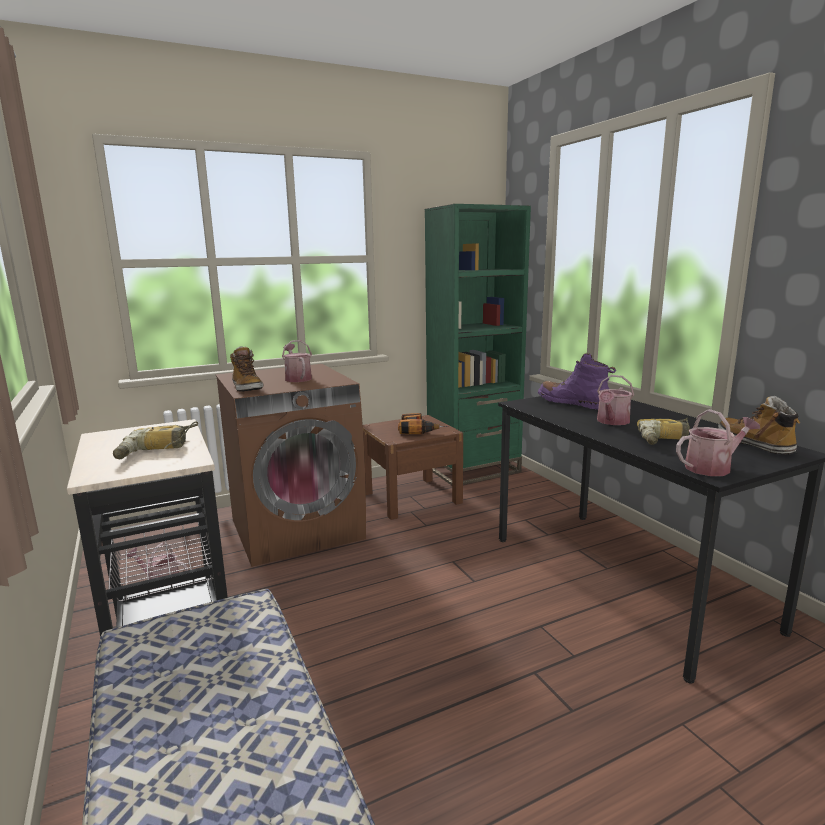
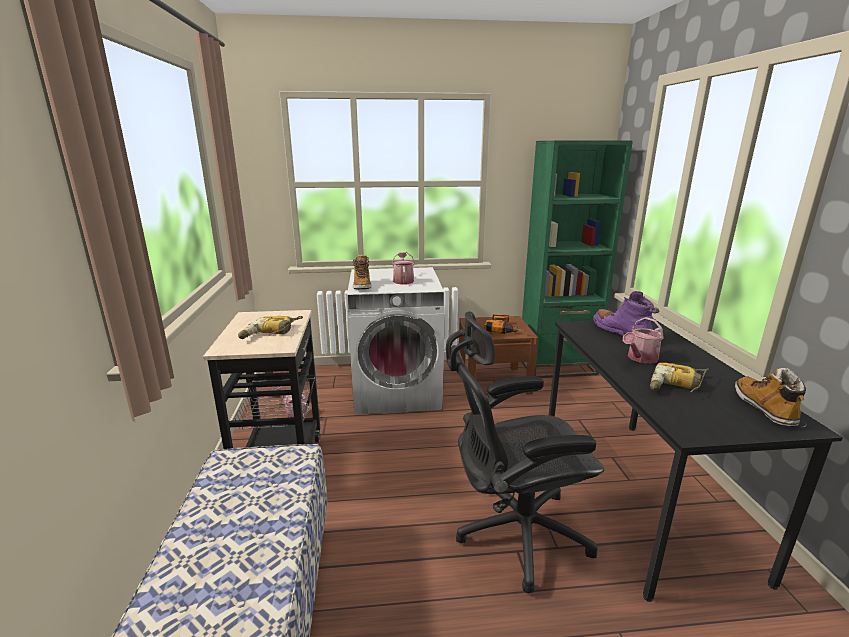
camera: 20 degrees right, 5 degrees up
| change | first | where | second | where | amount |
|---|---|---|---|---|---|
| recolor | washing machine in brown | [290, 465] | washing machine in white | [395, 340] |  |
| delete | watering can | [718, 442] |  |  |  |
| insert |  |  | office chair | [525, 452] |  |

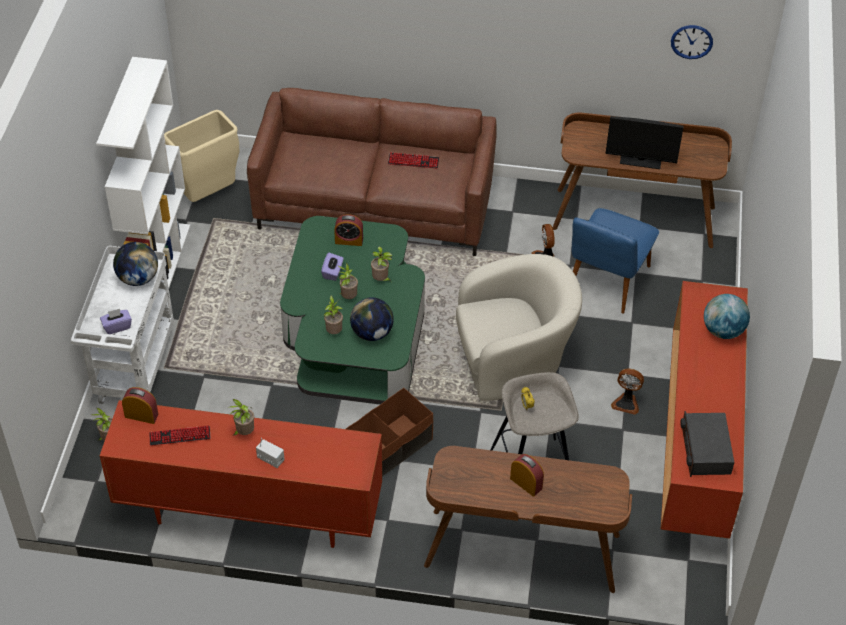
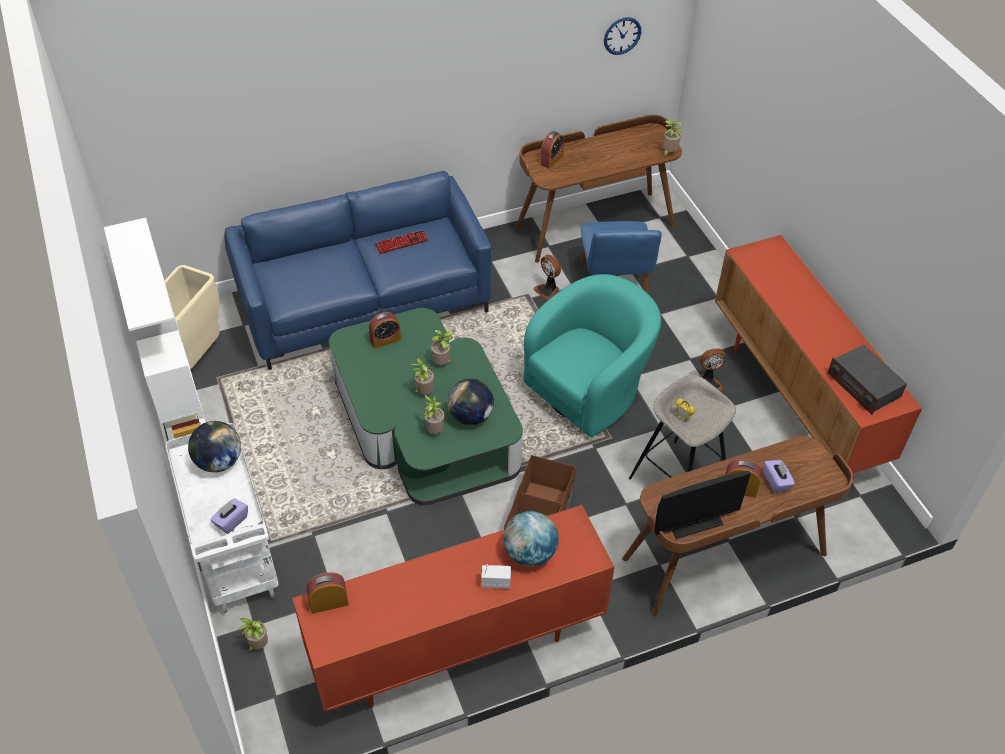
camera: 30 degrees left, 0 degrees up
| change | first | where | second | where | amount |
|---|---|---|---|---|---|
| delete | keyboard | [179, 436] |  |  |  |
| move | potted plant | [241, 417] |  | [673, 138] |  |
| recolor | sofa in brown | [372, 172] | sofa in blue | [358, 270] |  |
| move | tissue box in purple | [332, 267] |  | [779, 476] |  |
| recolor | armchair in beige | [519, 327] | armchair in turquoise | [592, 355] |  |
| move | monitor | [644, 142] |  | [703, 505] |  |
| move | globe | [727, 316] |  | [531, 539] |  |
| insert |  |  | alarm clock | [552, 150] |  |

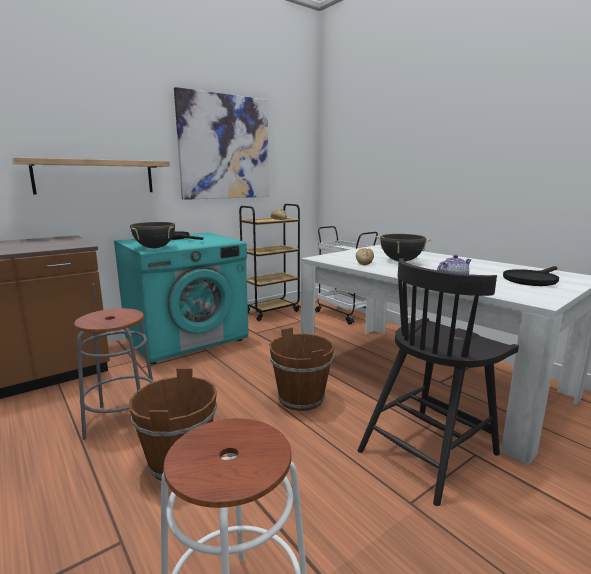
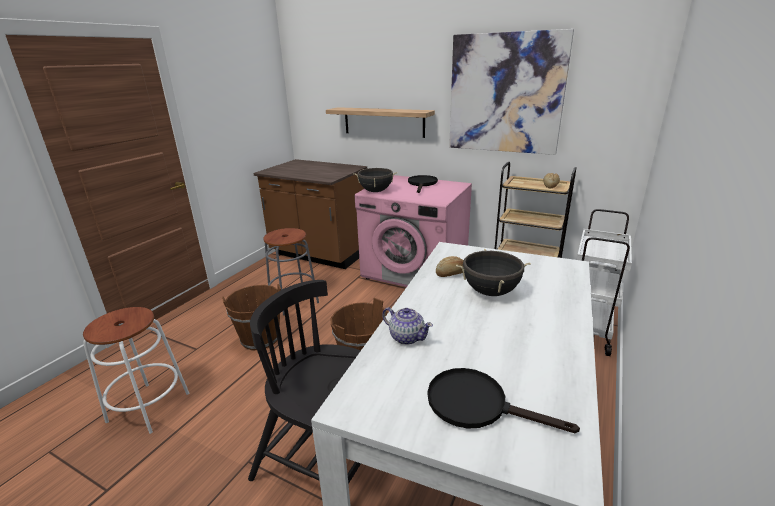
camera: 65 degrees right, 10 degrees up
| change | first | where | second | where | amount |
|---|---|---|---|---|---|
| recolor | washing machine in turquoise | [181, 298] | washing machine in pink | [413, 231] |  |

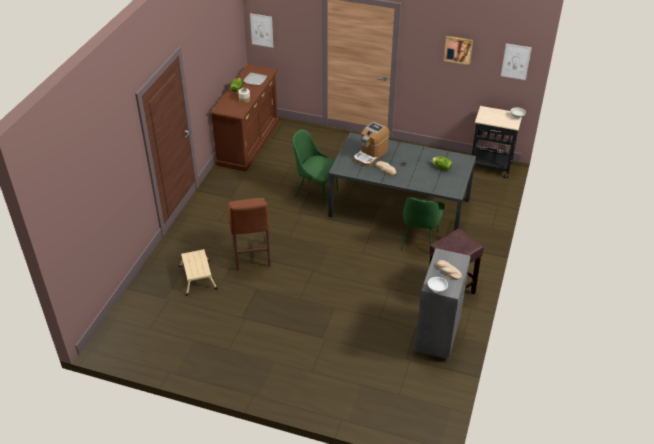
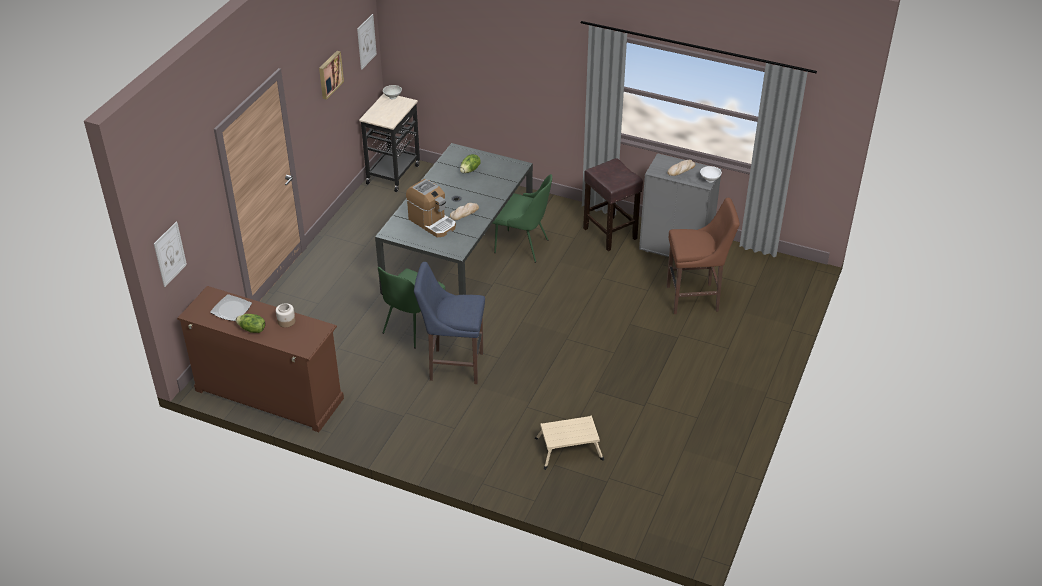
camera: 85 degrees left, 0 degrees up
| change | first | where | second | where | amount |
|---|---|---|---|---|---|
| move | stool in brown | [249, 234] |  | [703, 256] |  |
| insert |  |  | stool in blue | [449, 323] |  |

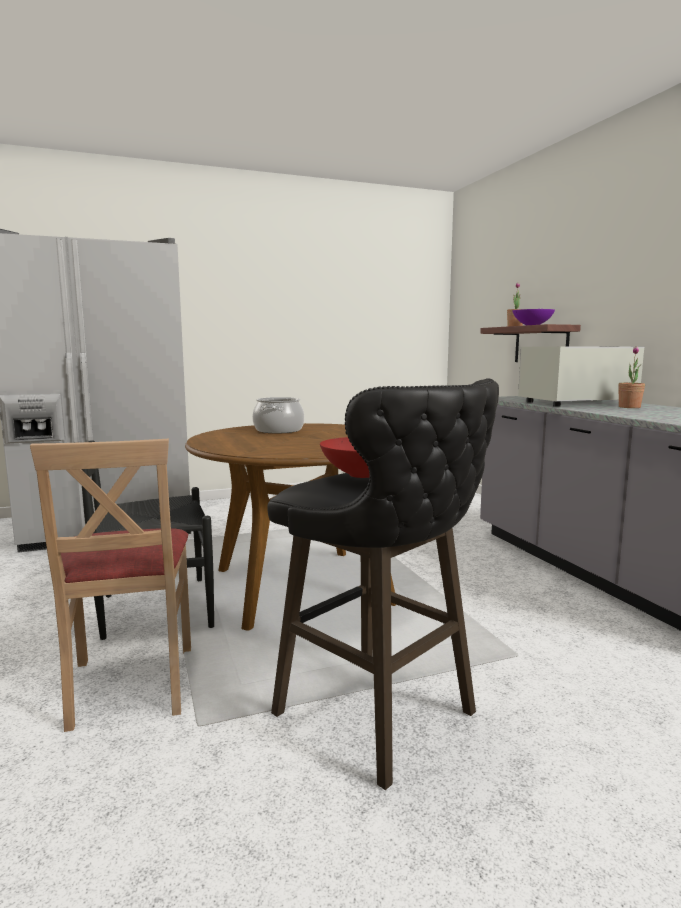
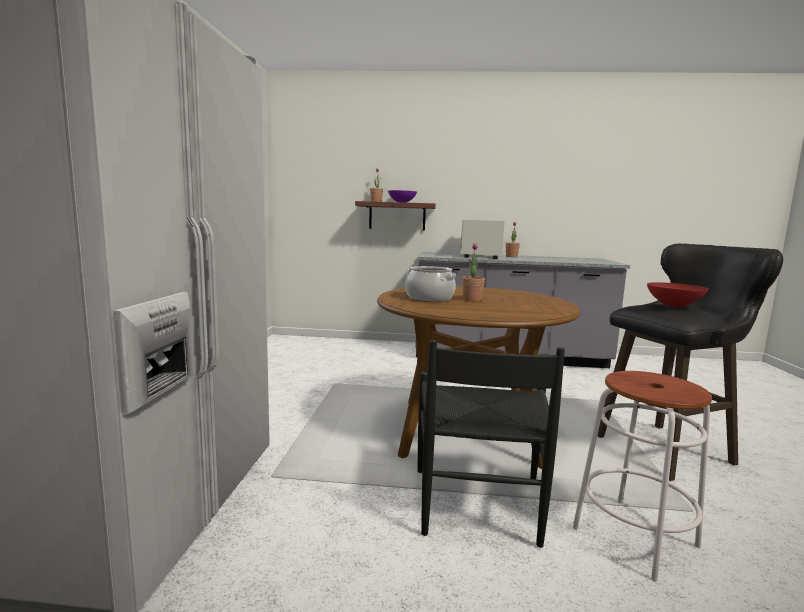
camera: 65 degrees left, 0 degrees up
| change | first | where | second | where | amount |
|---|---|---|---|---|---|
| replace | chair in beige | [110, 585] | stool in white | [642, 476] |  |
| insert |  |  | potted plant | [473, 272] |  |

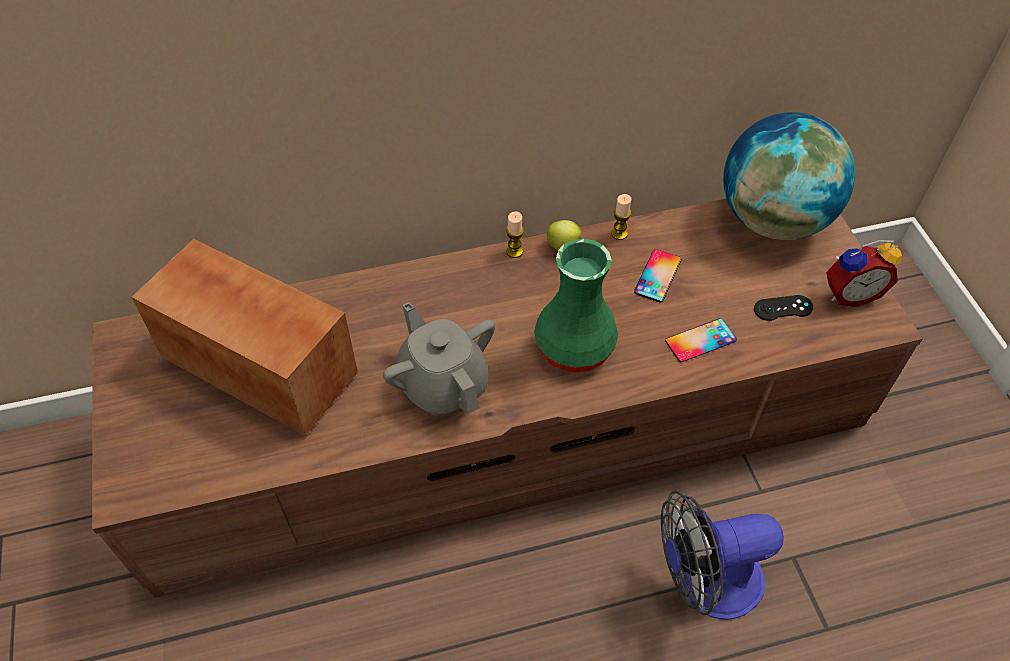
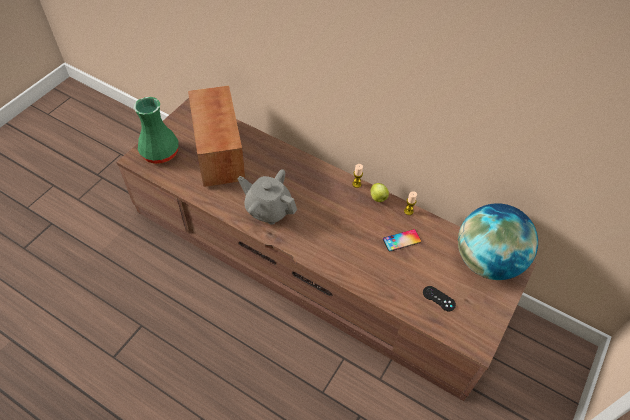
camera: 45 degrees right, 0 degrees up
| change | first | where | second | where | amount |
|---|---|---|---|---|---|
| rotate | teapot in grey | [439, 359] |  | [267, 197] | 75 degrees counterclockwise |
| move | vase in green | [576, 306] |  | [156, 130] |  |
| delete | fan | [722, 555] |  |  |  |
| delete | phone | [701, 340] |  |  |  |
| delete | alarm clock | [864, 273] |  |  |  |

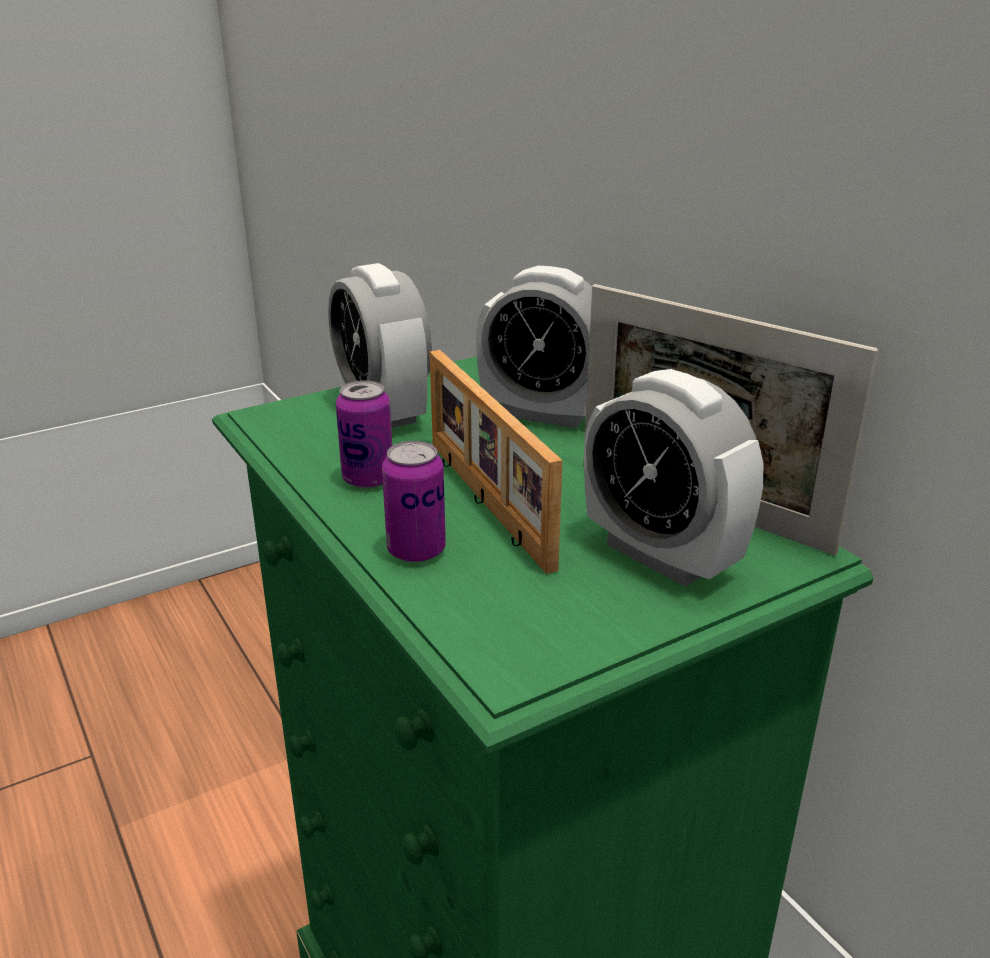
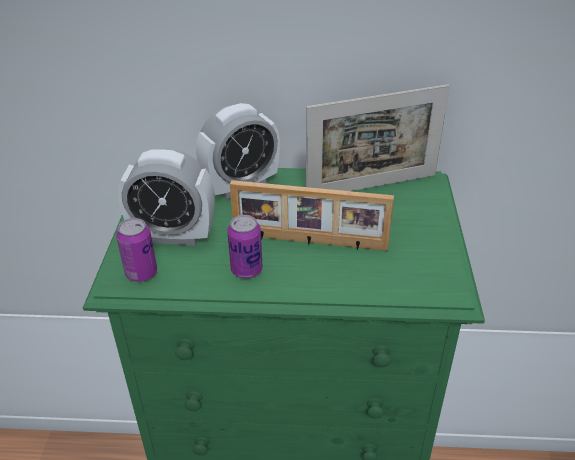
camera: 55 degrees left, 10 degrees up
| change | first | where | second | where | amount |
|---|---|---|---|---|---|
| move | can | [414, 502] |  | [136, 250] |  |
| delete | alarm clock | [673, 478] |  |  |  |

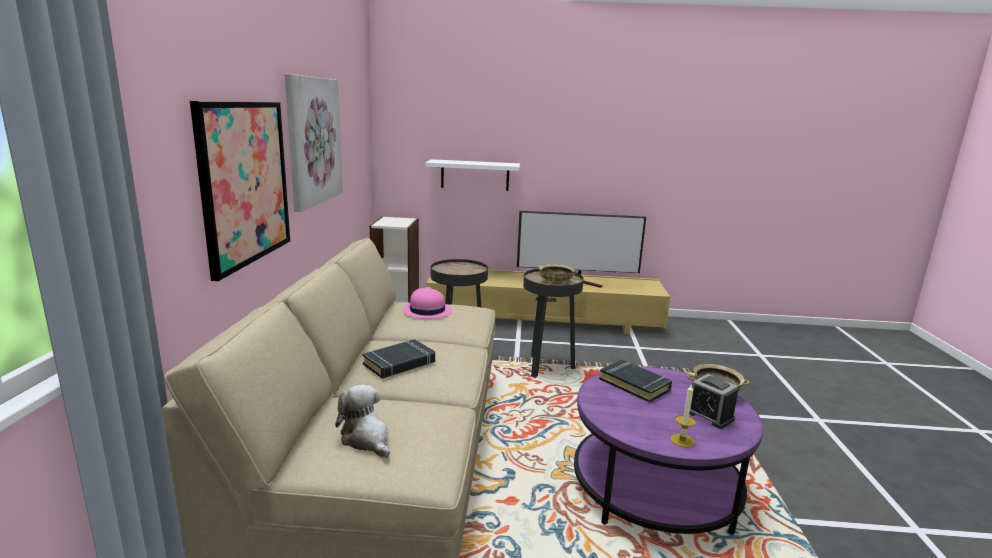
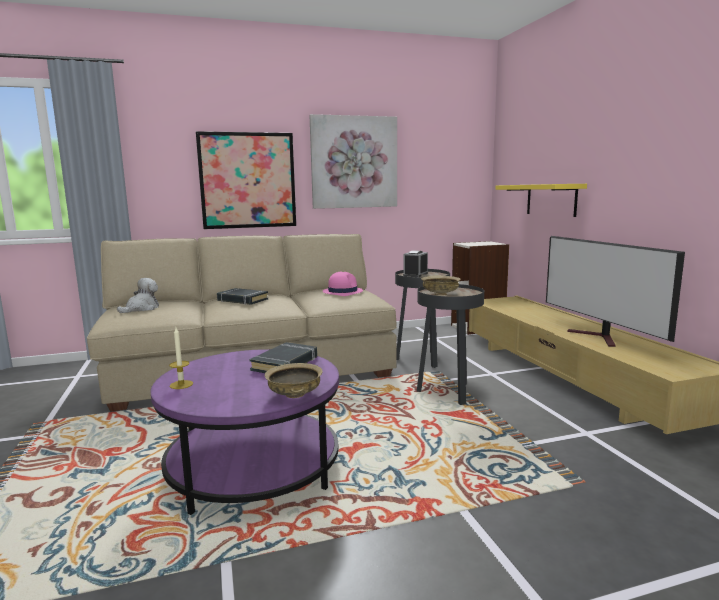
camera: 70 degrees right, 5 degrees down
| change | first | where | second | where | amount |
|---|---|---|---|---|---|
| recolor | shelf in white | [472, 175] | shelf in yellow | [541, 200] |  |
| move | alarm clock | [713, 401] |  | [415, 263] |  |

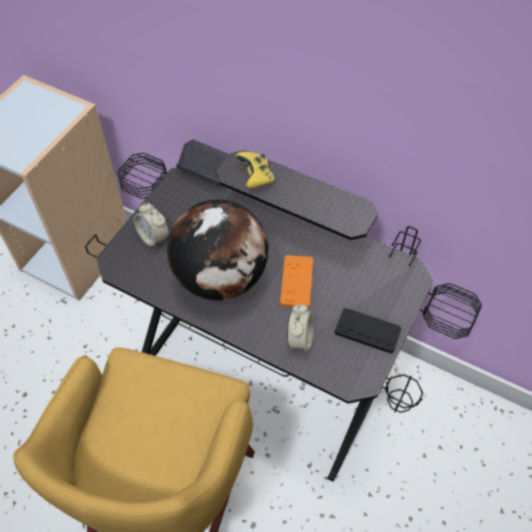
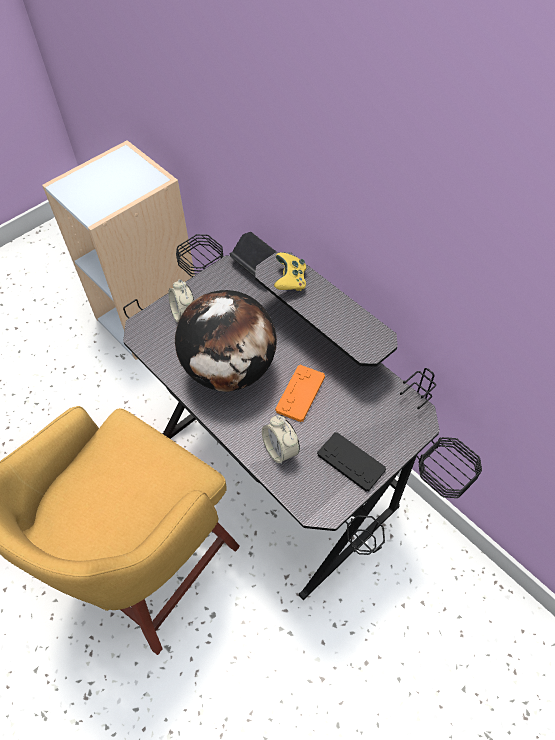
camera: 20 degrees right, 0 degrees up
| change | first | where | second | where | amount |
|---|---|---|---|---|---|
| rotate | alarm clock | [300, 328] |  | [281, 440] | 120 degrees clockwise |

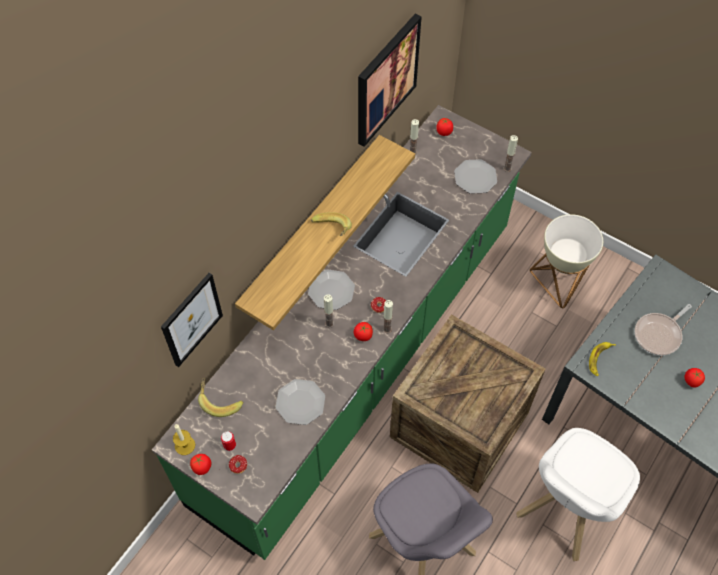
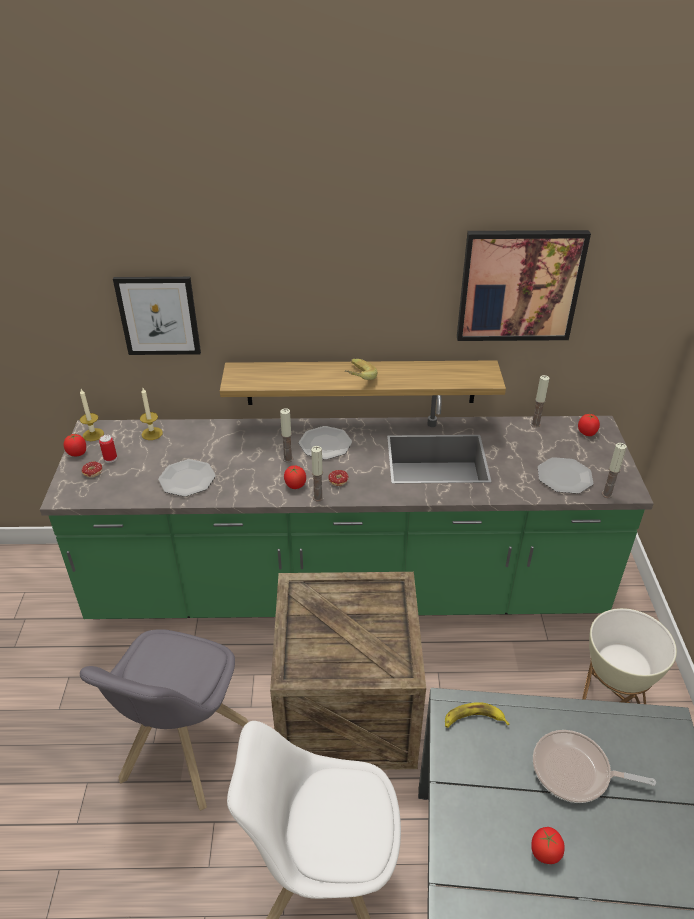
camera: 55 degrees right, 20 degrees down
| change | first | where | second | where | amount |
|---|---|---|---|---|---|
| replace | banana | [220, 397] | candle | [151, 414] |  |

